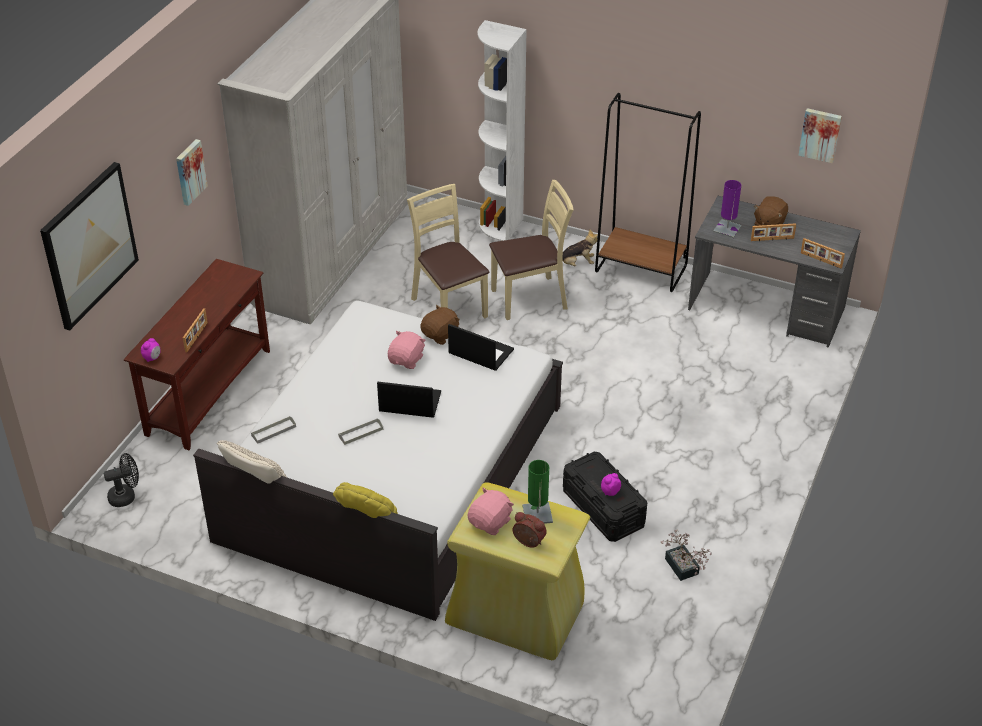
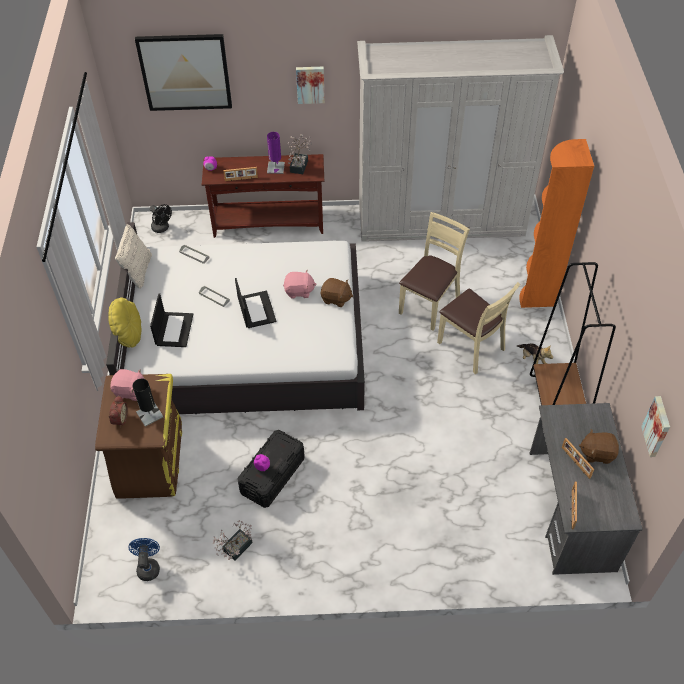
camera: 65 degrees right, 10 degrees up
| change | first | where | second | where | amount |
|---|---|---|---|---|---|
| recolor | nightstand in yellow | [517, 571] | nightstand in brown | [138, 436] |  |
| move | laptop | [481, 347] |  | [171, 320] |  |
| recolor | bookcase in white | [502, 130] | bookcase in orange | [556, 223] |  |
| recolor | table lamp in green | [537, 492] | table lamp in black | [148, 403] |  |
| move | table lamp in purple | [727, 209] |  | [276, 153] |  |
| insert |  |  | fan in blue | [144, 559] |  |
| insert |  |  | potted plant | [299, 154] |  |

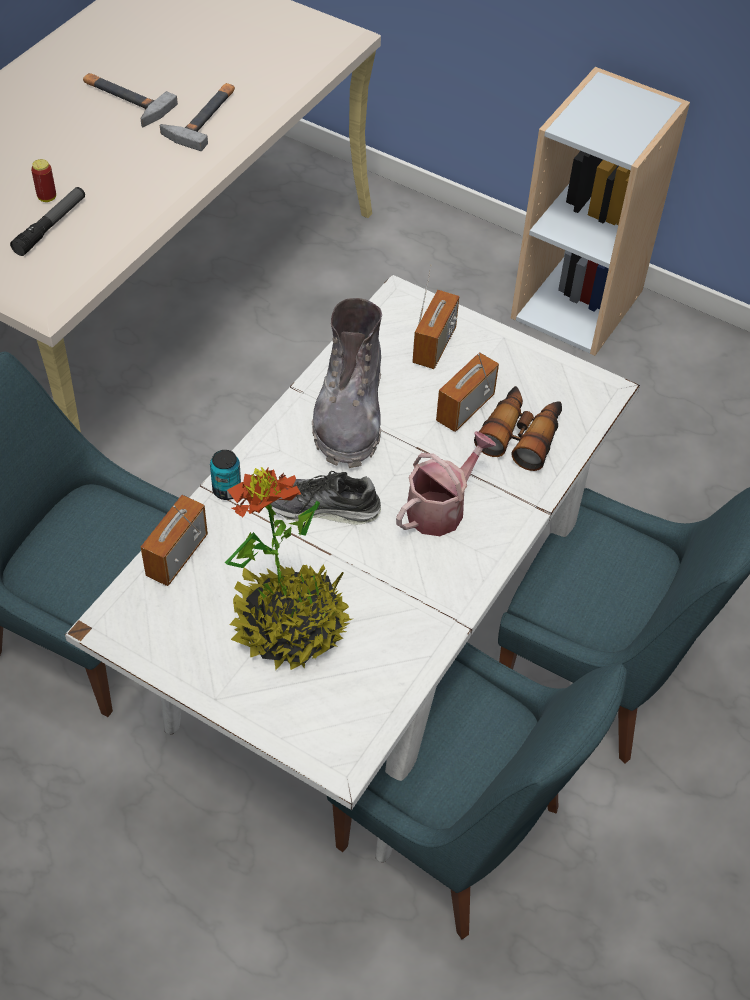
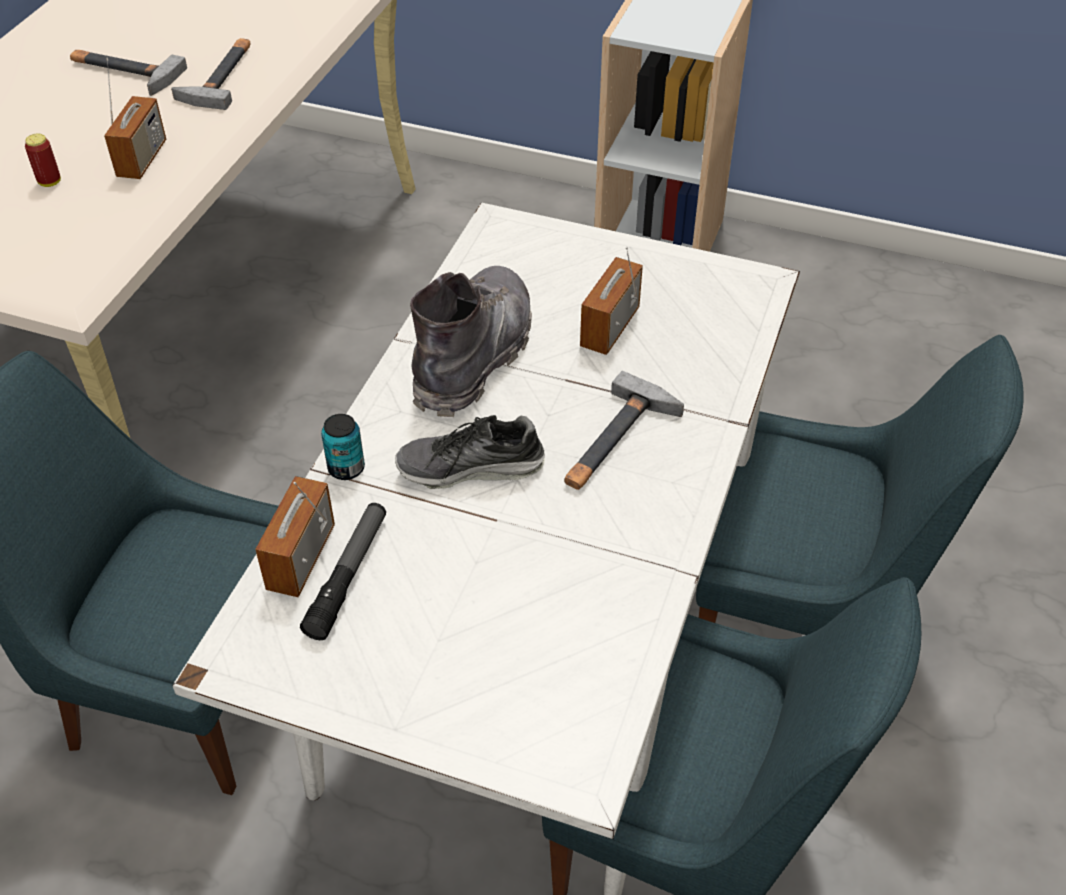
camera: 10 degrees left, 5 degrees down
| change | first | where | second | where | amount |
|---|---|---|---|---|---|
| move | flashlight | [47, 221] |  | [343, 571] |  |
| delete | potted plant | [288, 568] |  |  |  |
| rotate | boot in grey | [347, 383] |  | [471, 341] | 150 degrees counterclockwise |
| replace | watering can | [446, 483] | hammer | [624, 430] |  |
| move | radio | [435, 316] |  | [135, 118] |  |
| delete | binoculars | [518, 428] |  |  |  |

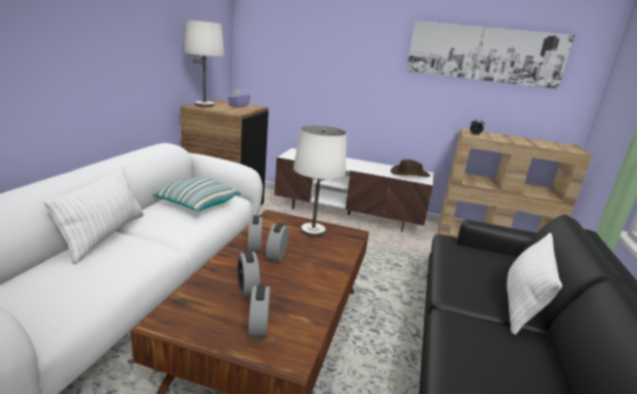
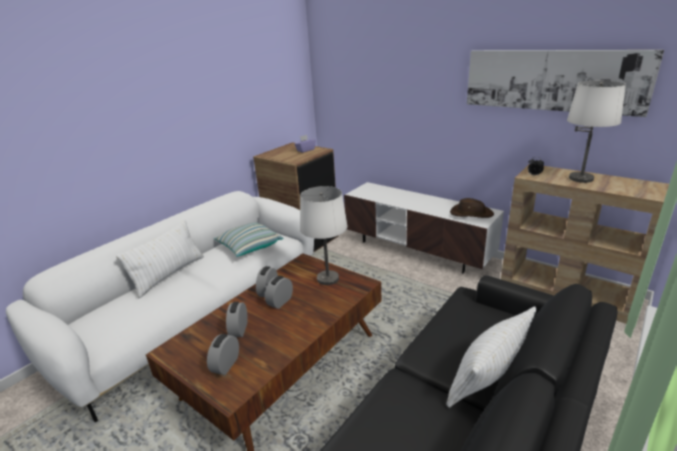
camera: 25 degrees right, 5 degrees up
| change | first | where | second | where | amount |
|---|---|---|---|---|---|
| move | table lamp in white | [204, 63] |  | [596, 132] |  |

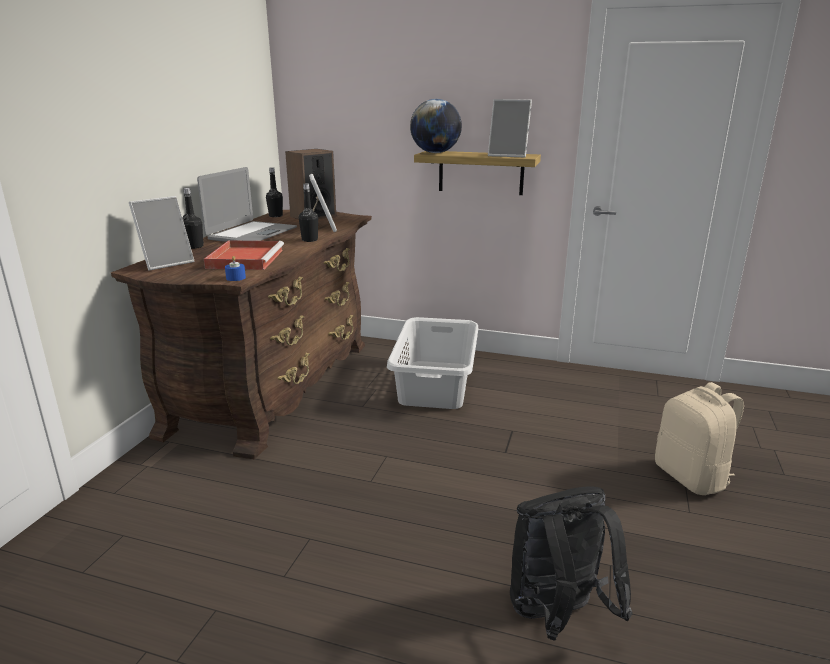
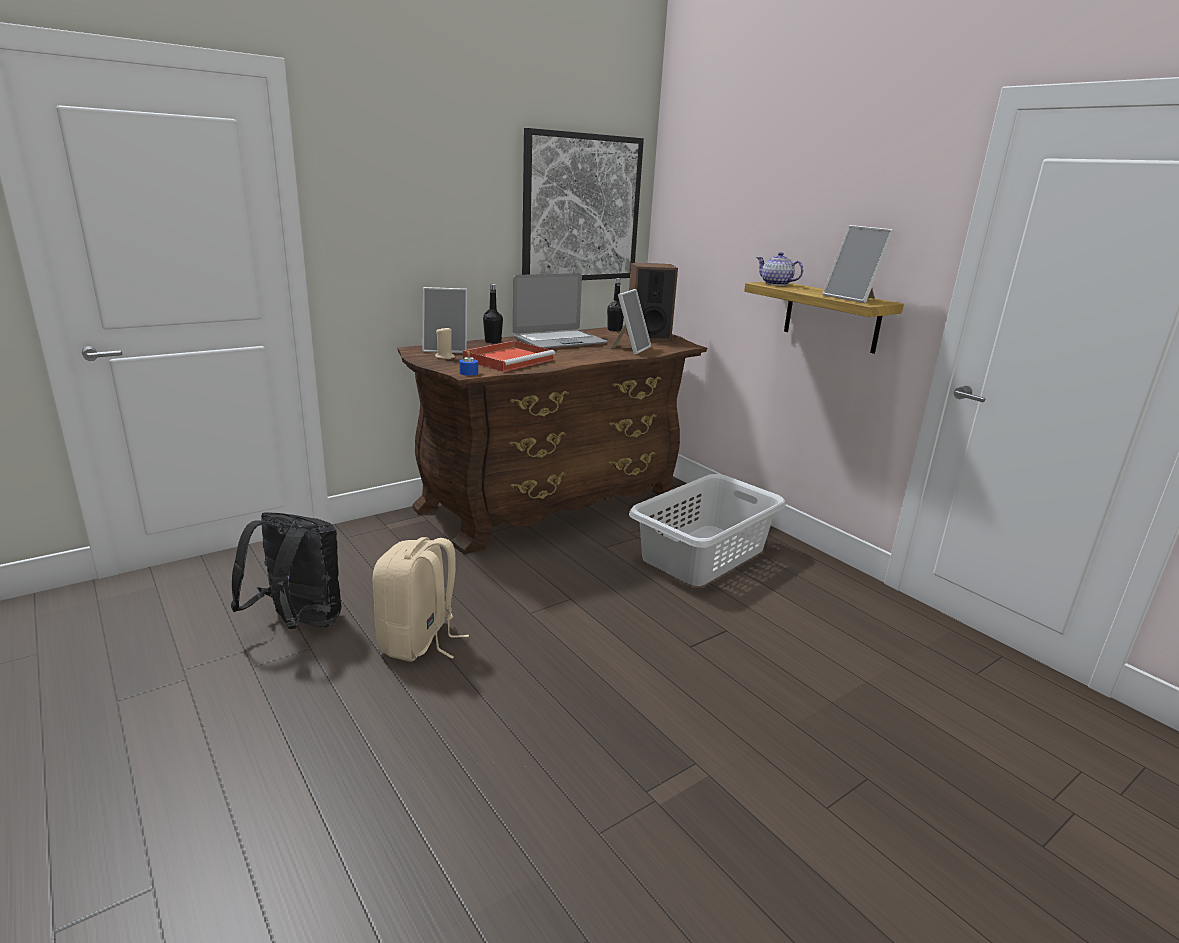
camera: 35 degrees right, 0 degrees up
| change | first | where | second | where | amount |
|---|---|---|---|---|---|
| delete | bottle in black | [308, 212] |  |  |  |
| replace | globe | [436, 126] | teapot | [779, 269] |  |
| move | backpack in black | [571, 563] |  | [286, 570] |  |
| move | backpack in beige | [699, 438] |  | [420, 599] |  |
| insert |  |  | candle in beige | [445, 343] |  |
| insert |  |  | picture | [583, 204] |  |

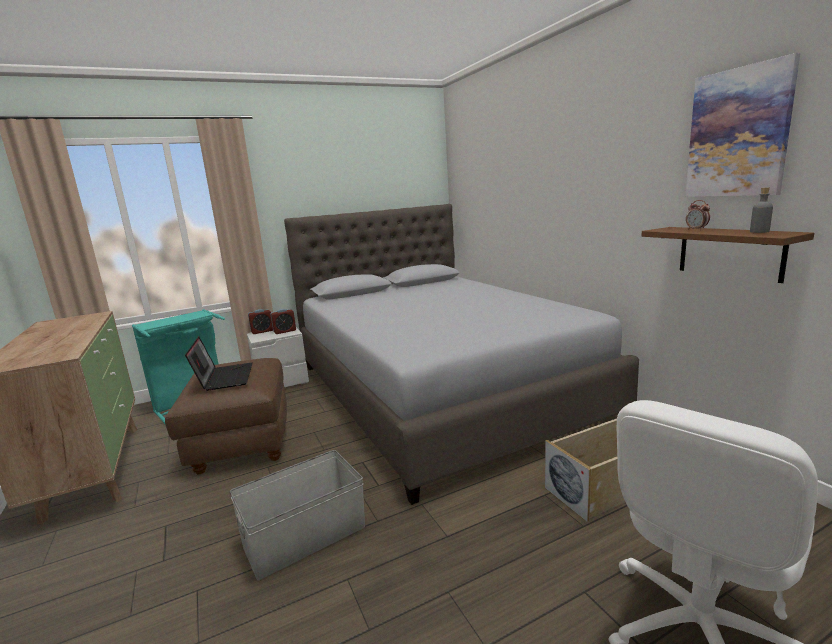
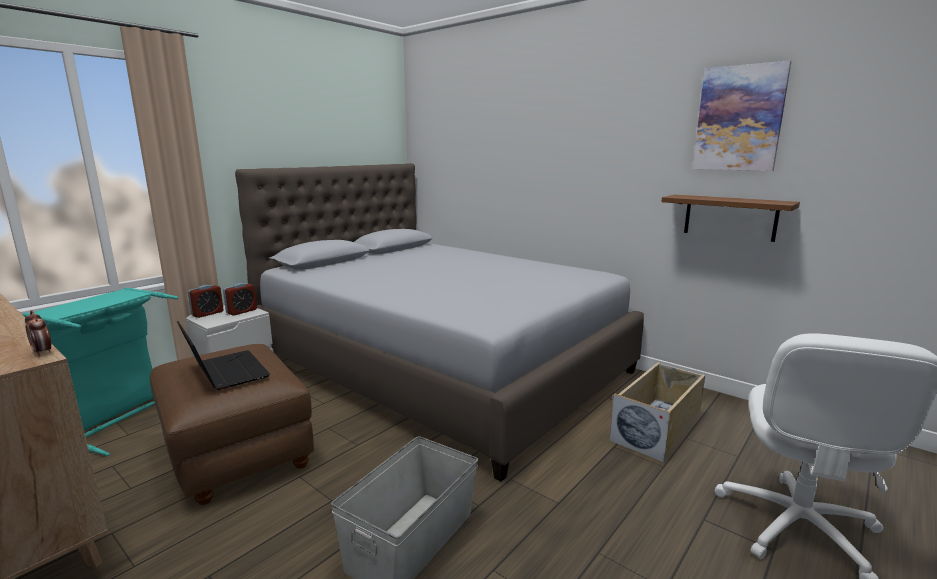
camera: 25 degrees left, 0 degrees up
| change | first | where | second | where | amount |
|---|---|---|---|---|---|
| move | alarm clock | [698, 215] |  | [38, 333] |  |
| delete | bottle in grey | [761, 210] |  |  |  |

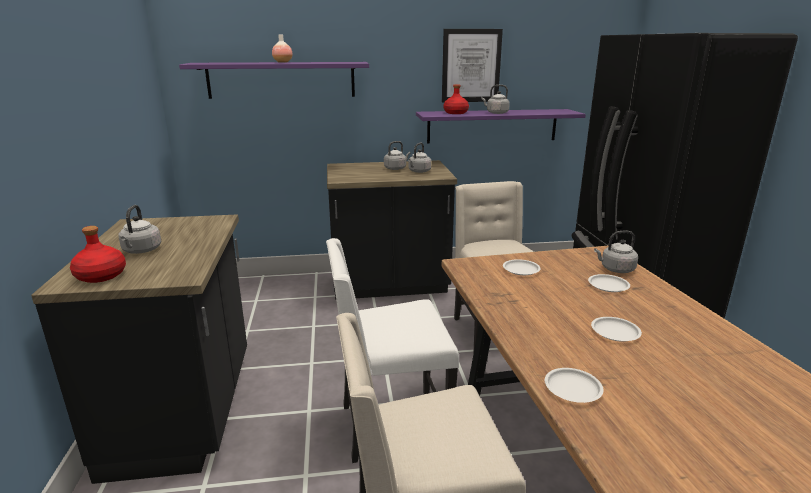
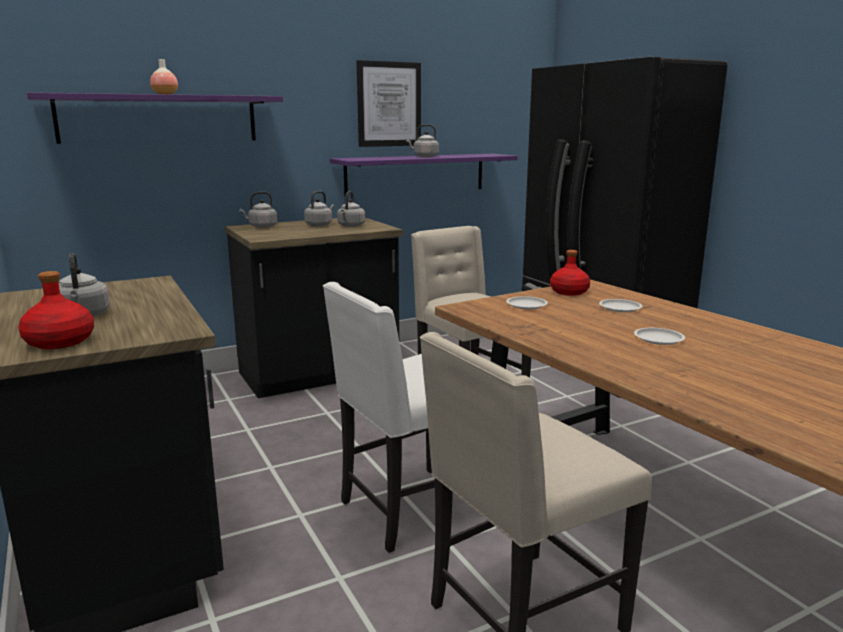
camera: 20 degrees left, 5 degrees down
| change | first | where | second | where | amount |
|---|---|---|---|---|---|
| move | bottle in red | [456, 99] |  | [570, 273] |  |
| delete | plate in white | [574, 385] |  |  |  |
| move | kettle in grey | [616, 252] |  | [258, 210] |  |

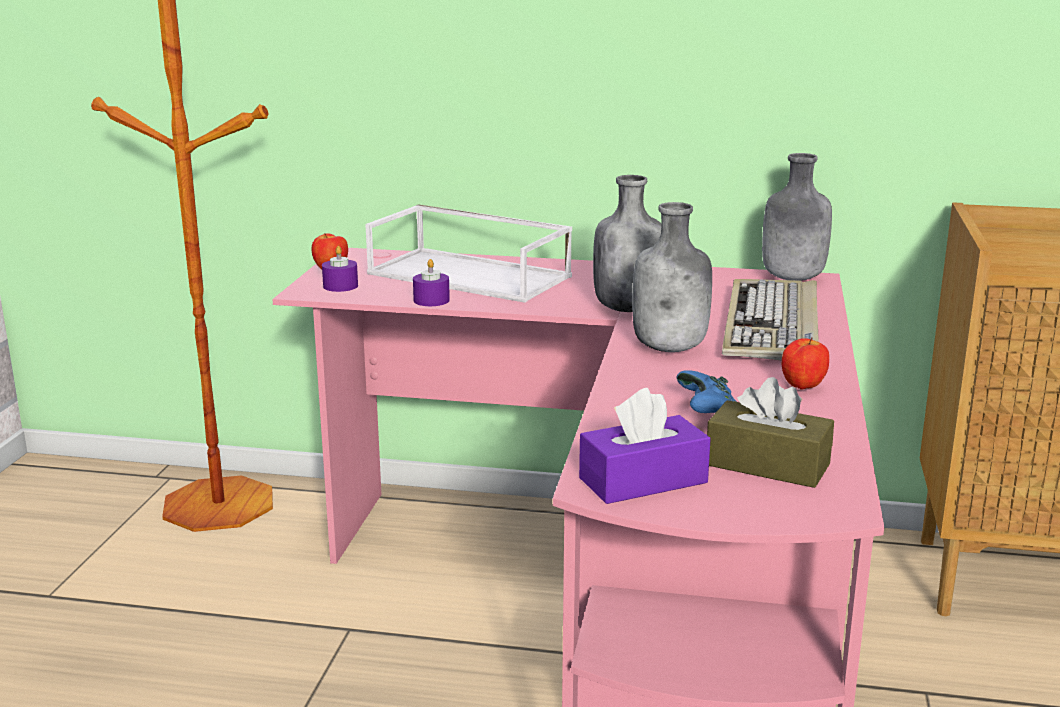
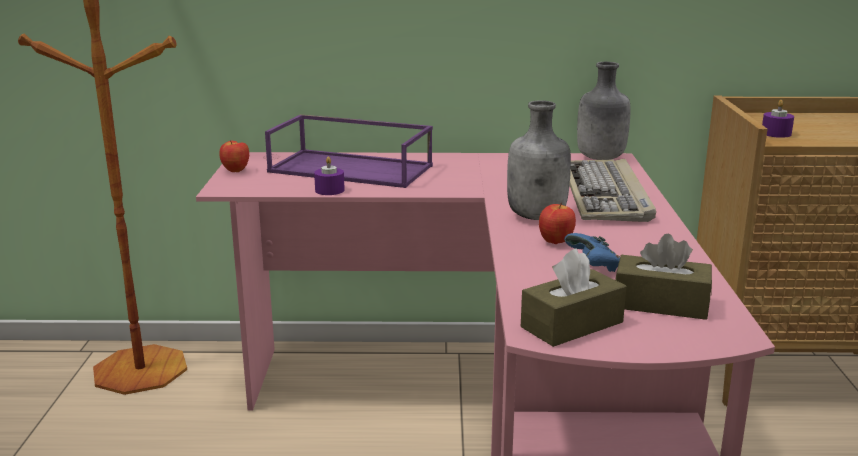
camera: 10 degrees left, 0 degrees up
| change | first | where | second | where | amount |
|---|---|---|---|---|---|
| move | candle in purple | [340, 269] |  | [778, 119] |  |
| recolor | tray in white | [468, 253] | tray in purple | [349, 151] |  |
| recolor | tissue box in purple | [645, 446] | tissue box in brown | [573, 297] |  |
| delete | bottle in grey | [627, 243] |  |  |  |
| move | apple | [805, 364] |  | [557, 223] |  |

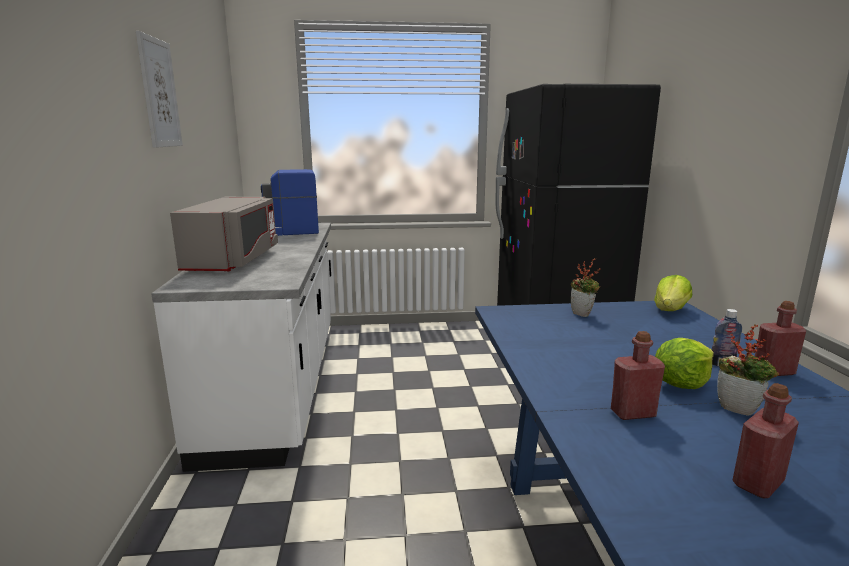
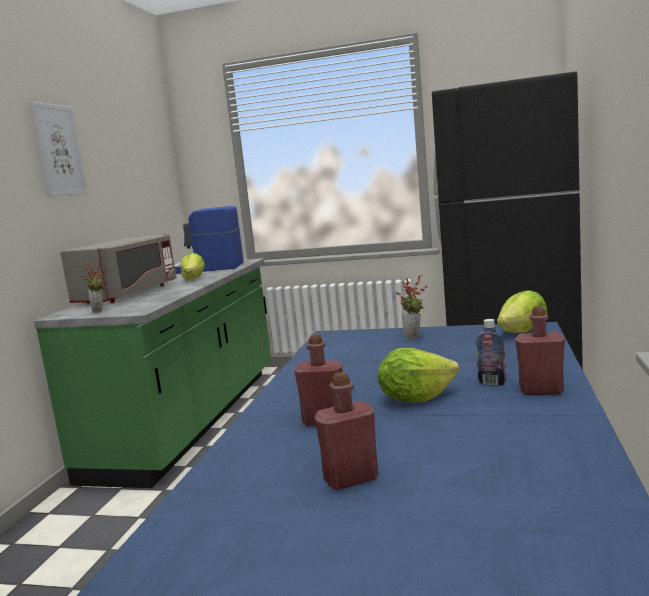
camera: 20 degrees right, 5 degrees down
| change | first | where | second | where | amount |
|---|---|---|---|---|---|
| recolor | counter in white | [241, 347] | counter in green | [152, 373] |  |
| move | potted plant | [748, 370] |  | [93, 286] |  |
| insert |  |  | lettuce | [192, 266] |  |

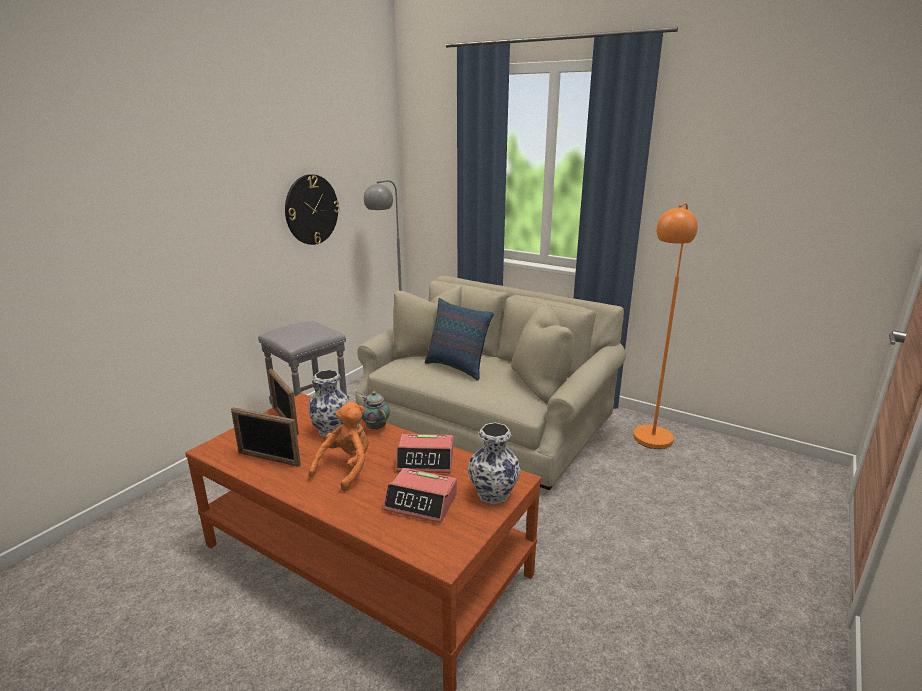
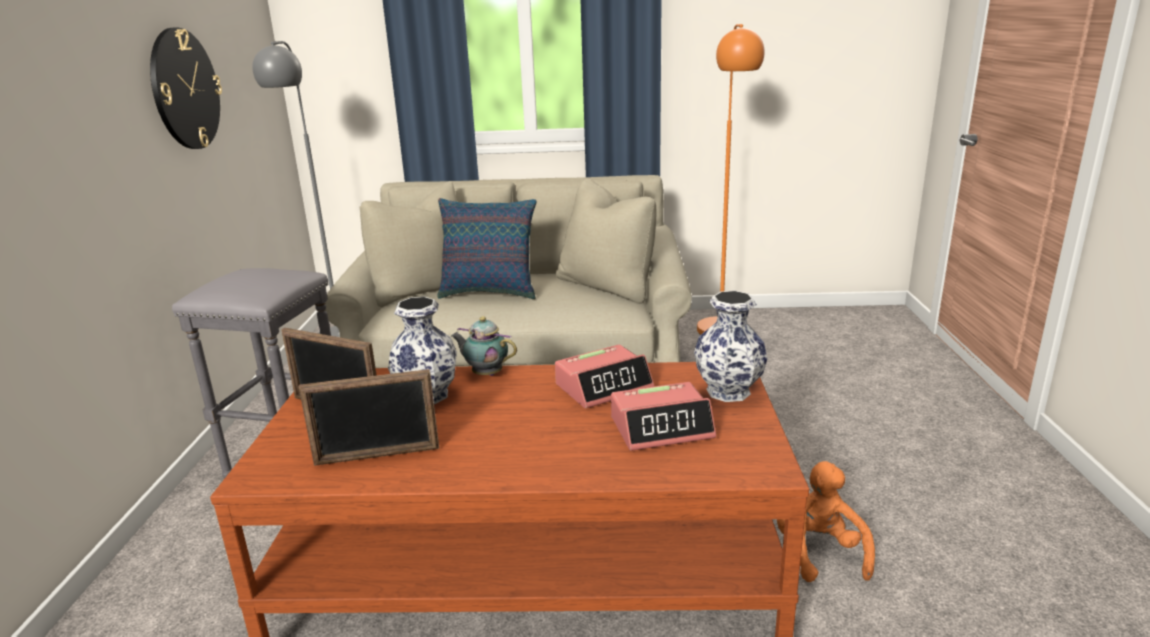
camera: 30 degrees left, 0 degrees up
| change | first | where | second | where | amount |
|---|---|---|---|---|---|
| move | plush toy in orange | [338, 447] |  | [826, 521] |  |

